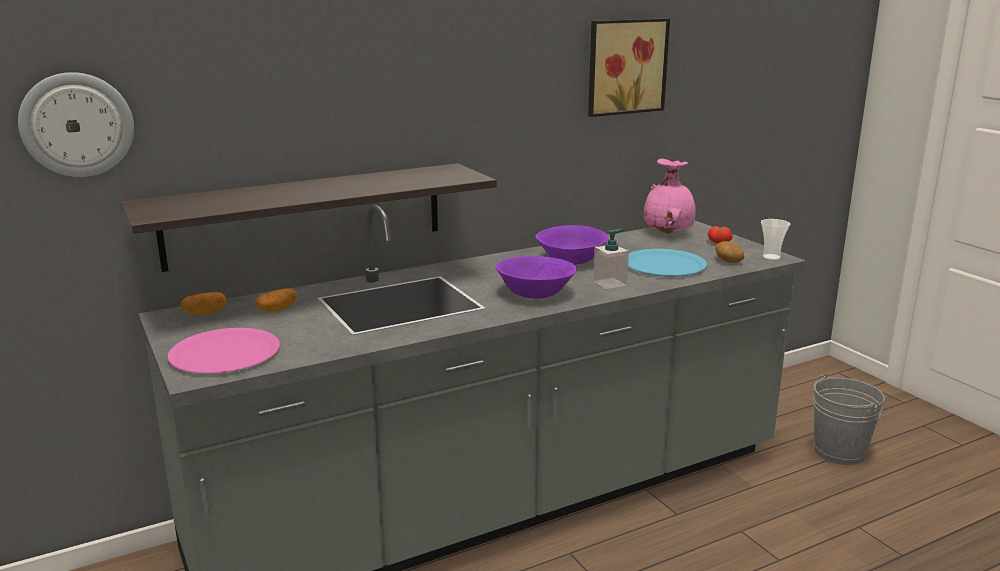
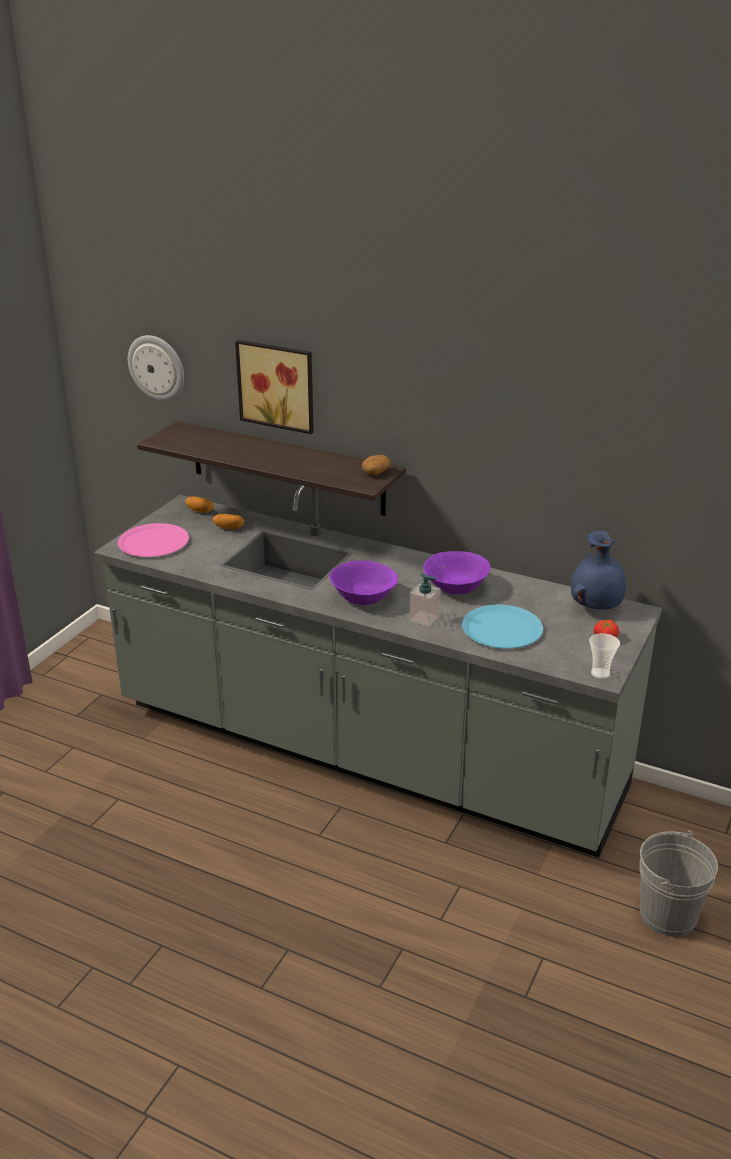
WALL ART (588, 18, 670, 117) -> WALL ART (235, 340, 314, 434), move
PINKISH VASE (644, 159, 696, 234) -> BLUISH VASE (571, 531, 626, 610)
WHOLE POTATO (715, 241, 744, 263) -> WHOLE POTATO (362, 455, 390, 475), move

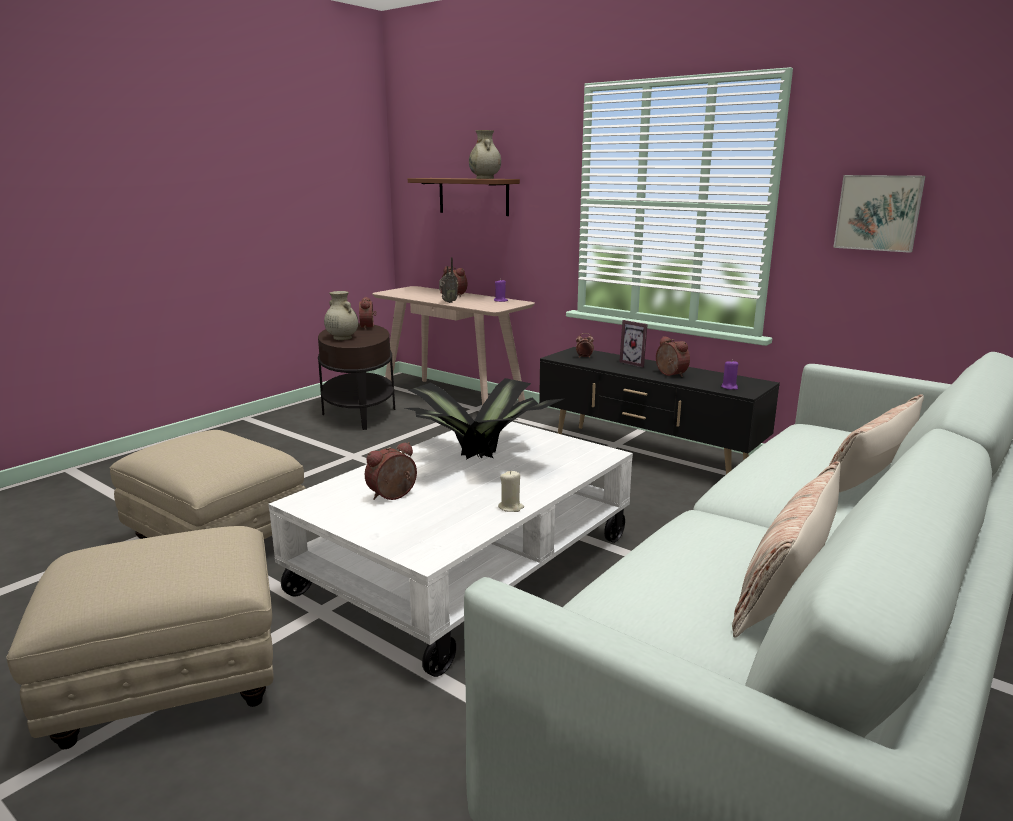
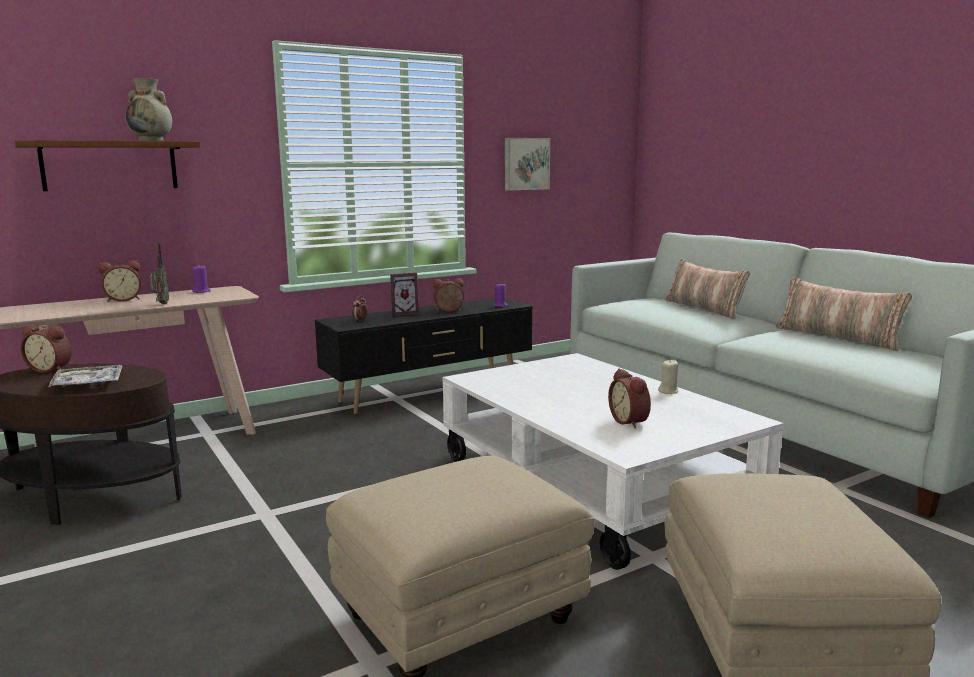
BEIGE-COLOURED VASE (324, 291, 358, 340) -> CARRYING TRAY (48, 365, 123, 387)
POTTED PLANT (405, 378, 563, 459) -> none

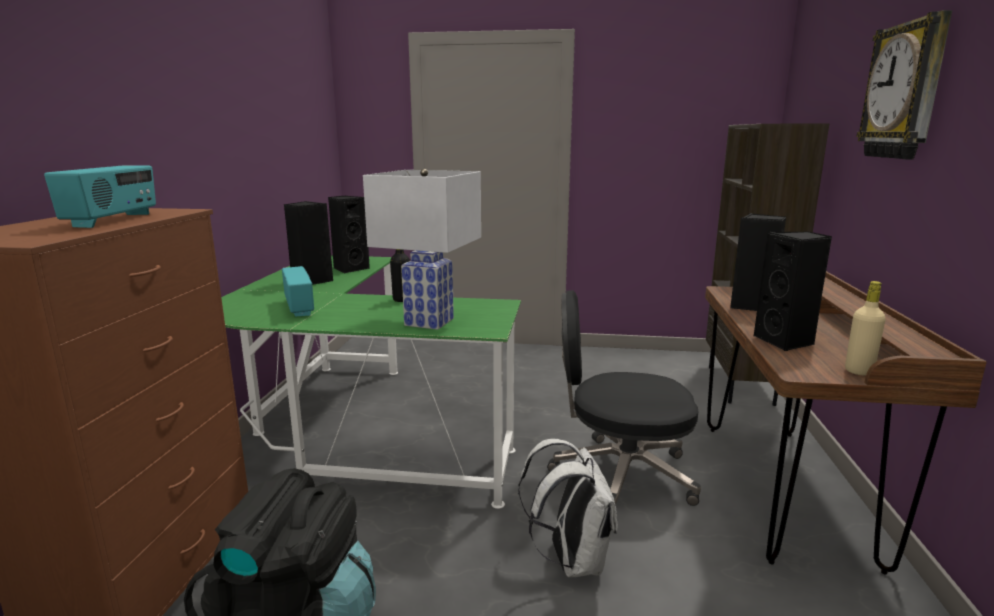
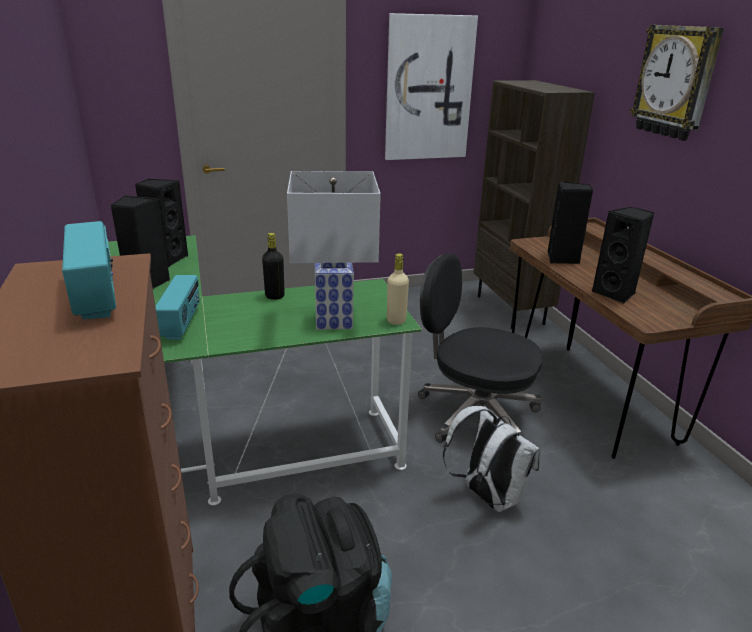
RADIO RECEIVER (282, 266, 314, 317) -> RADIO RECEIVER (155, 275, 200, 340), 45 degrees clockwise
BLACK COMPUTER CHAIR (547, 290, 701, 506) -> BLACK COMPUTER CHAIR (418, 253, 543, 443), 45 degrees clockwise
BEIGE-COLOURED BOTTLE (845, 281, 886, 375) -> BEIGE-COLOURED BOTTLE (387, 253, 409, 325), move
none -> WALL ART (385, 13, 478, 160)

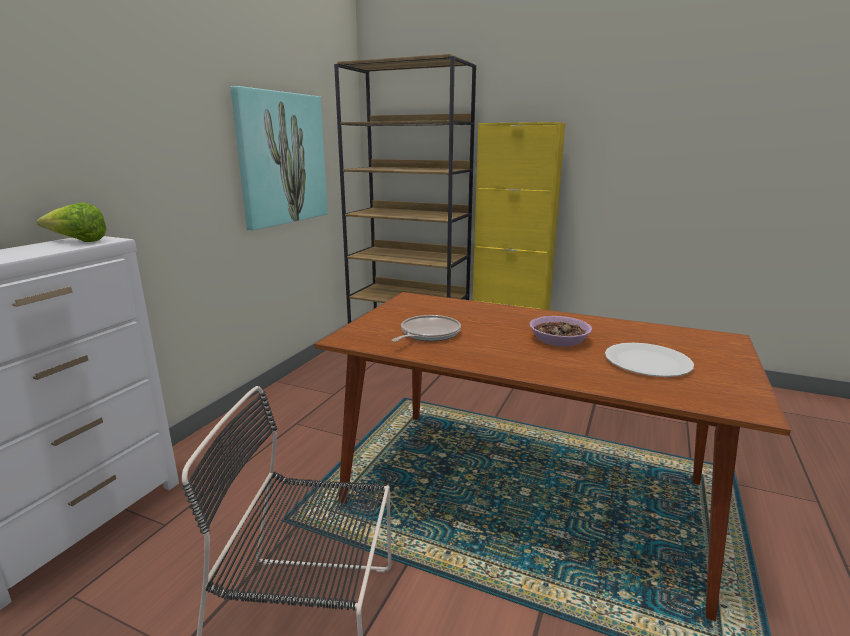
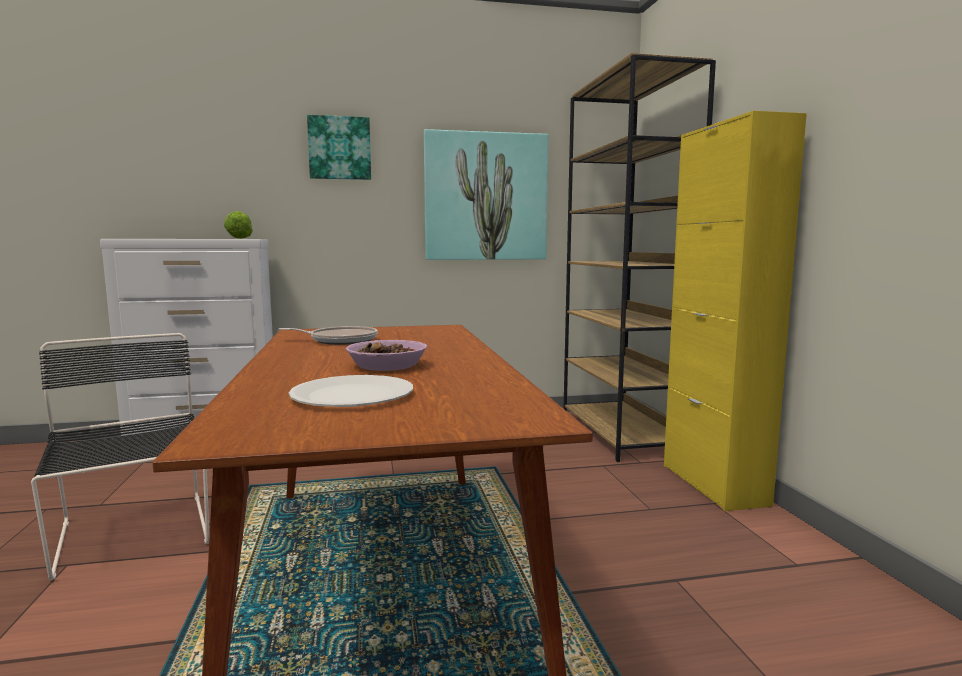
none -> WALL ART (307, 115, 371, 180)

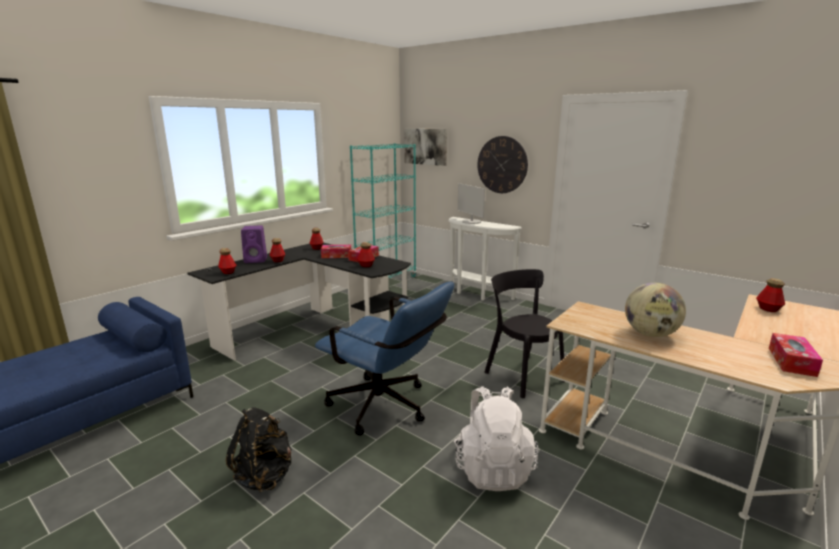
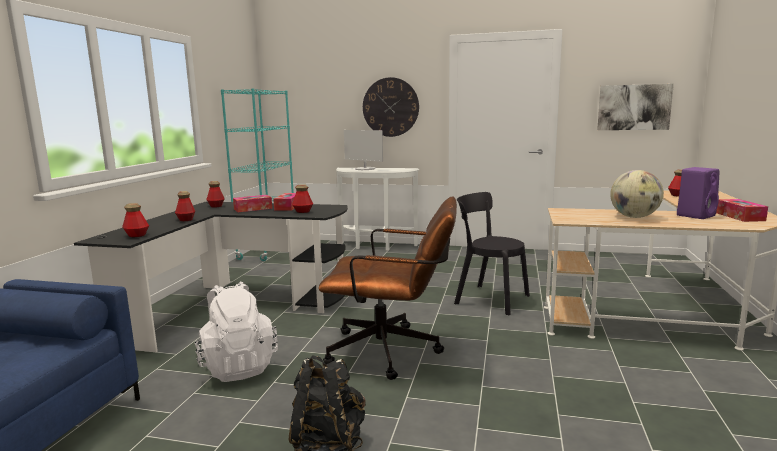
PURPLE-COLOURED SPEAKER (241, 225, 267, 263) -> PURPLE-COLOURED SPEAKER (677, 167, 719, 219), move
BLUISH COMPUTER CHAIR (315, 282, 454, 436) -> BROWNISH COMPUTER CHAIR (319, 196, 457, 380)
WALL ART (404, 129, 447, 166) -> WALL ART (597, 84, 674, 130), move
WHITE BACKPACK (454, 386, 538, 491) -> WHITE BACKPACK (195, 282, 278, 382), move

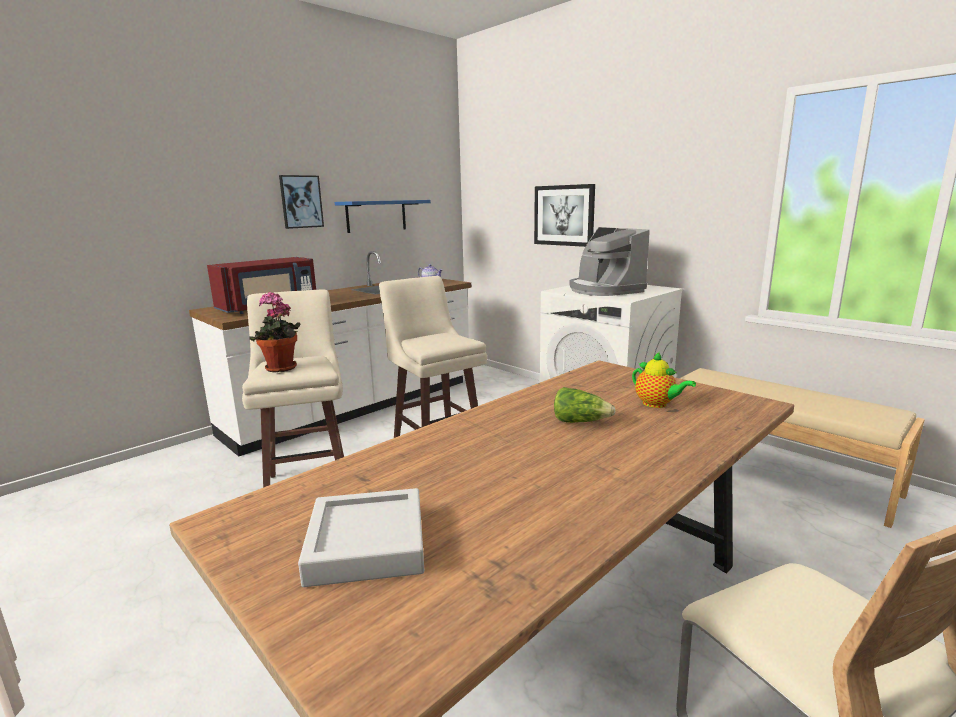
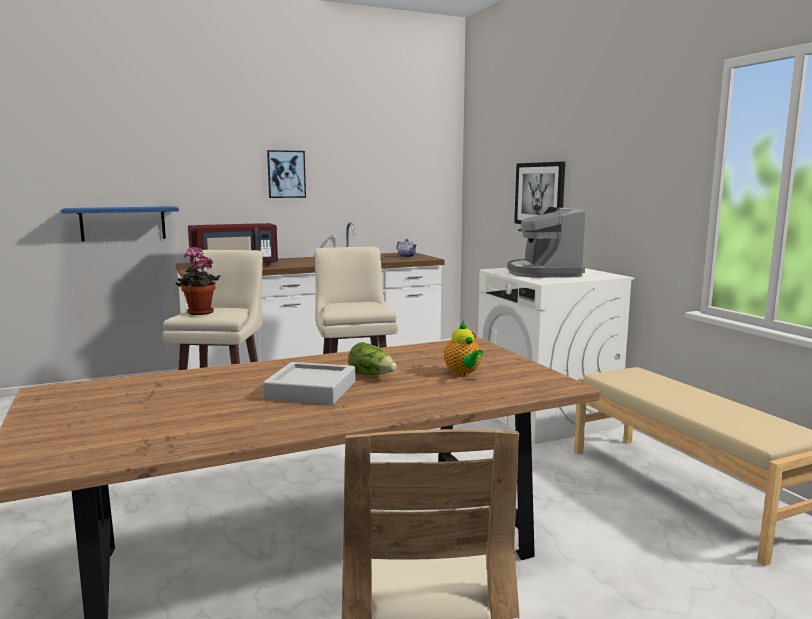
GREYISH CARRYING TRAY (298, 488, 424, 587) -> GREYISH CARRYING TRAY (263, 362, 355, 405), move
BLUISH SHELF (335, 200, 431, 233) -> BLUISH SHELF (61, 206, 179, 242), move

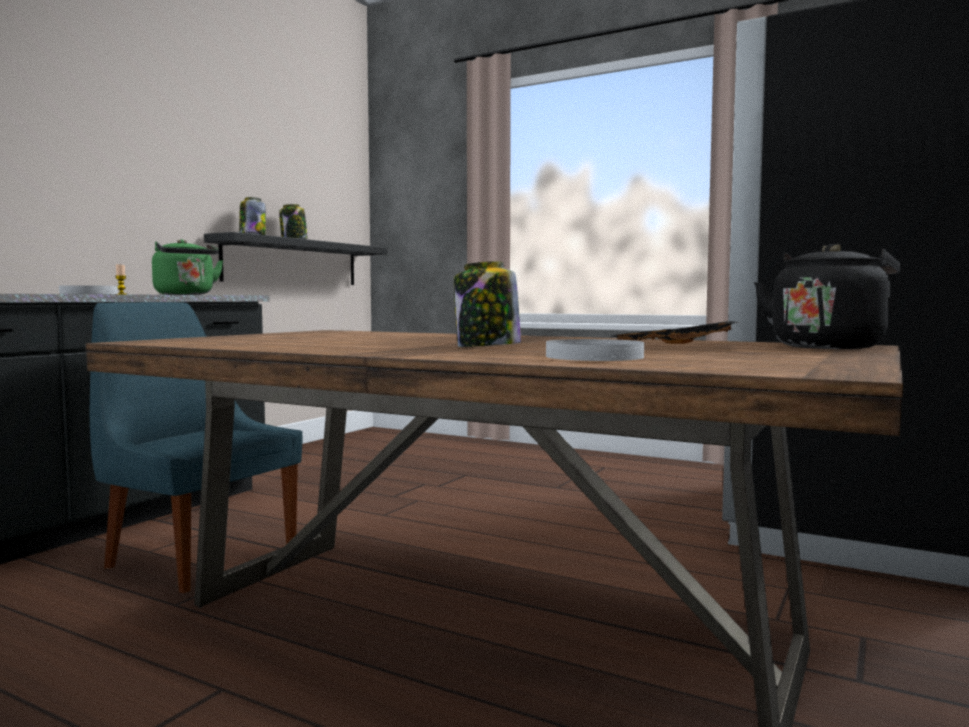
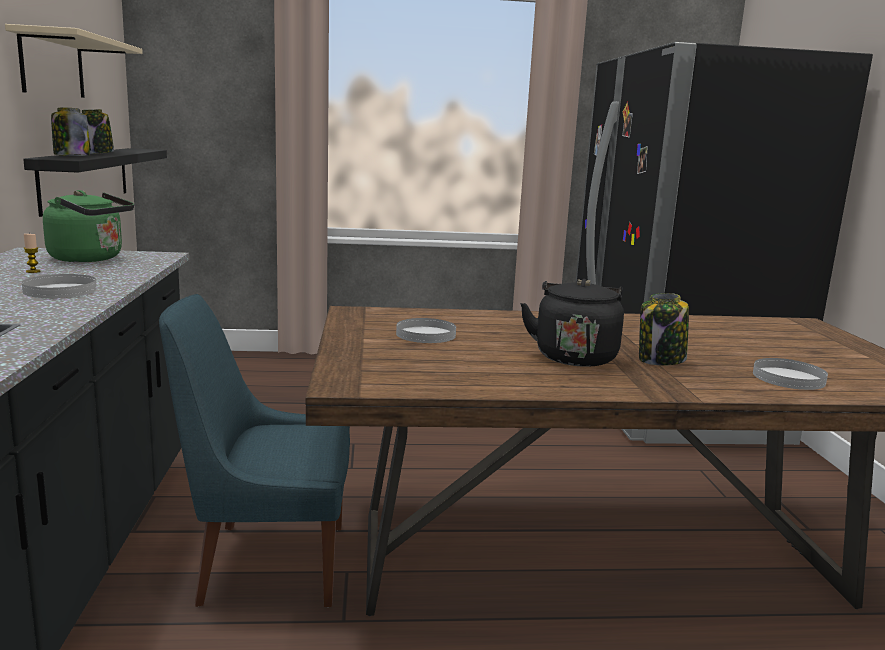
BLACK CARRYING TRAY (611, 321, 738, 344) -> none
BLACK KETTLE (754, 244, 901, 349) -> BLACK KETTLE (520, 279, 624, 367), move
none -> BEIGE-COLOURED SHELF (5, 24, 143, 98)
none -> WHITE DINNER PLATE (396, 318, 456, 343)

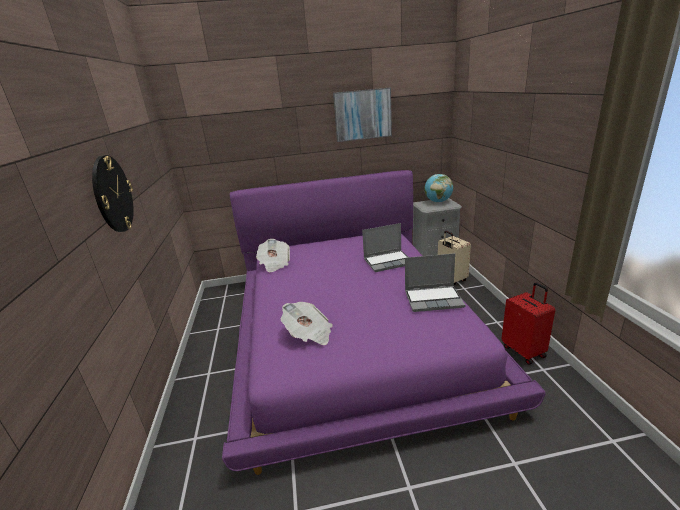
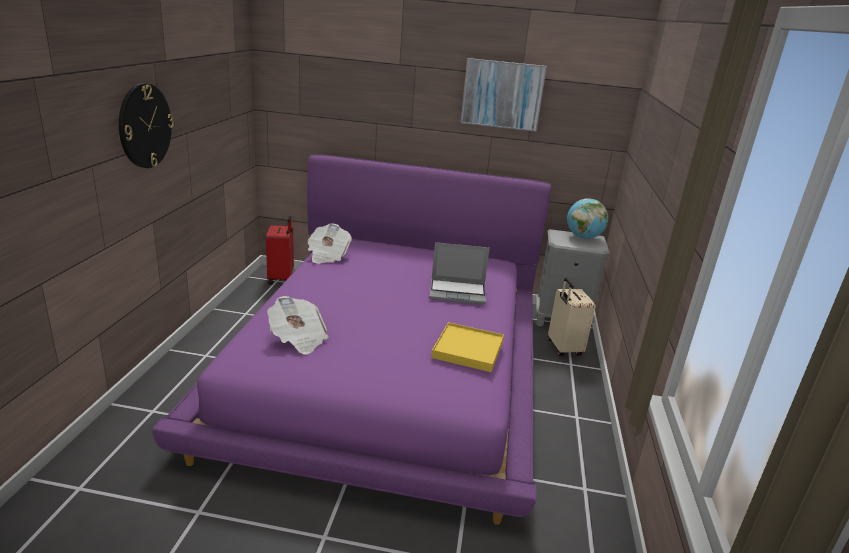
PORTABLE COMPUTER (405, 253, 465, 312) -> YELLOW-COLOURED CARRYING TRAY (431, 322, 504, 372)
RED PIECE OF LUGGAGE (501, 282, 555, 364) -> RED PIECE OF LUGGAGE (266, 215, 294, 285), move

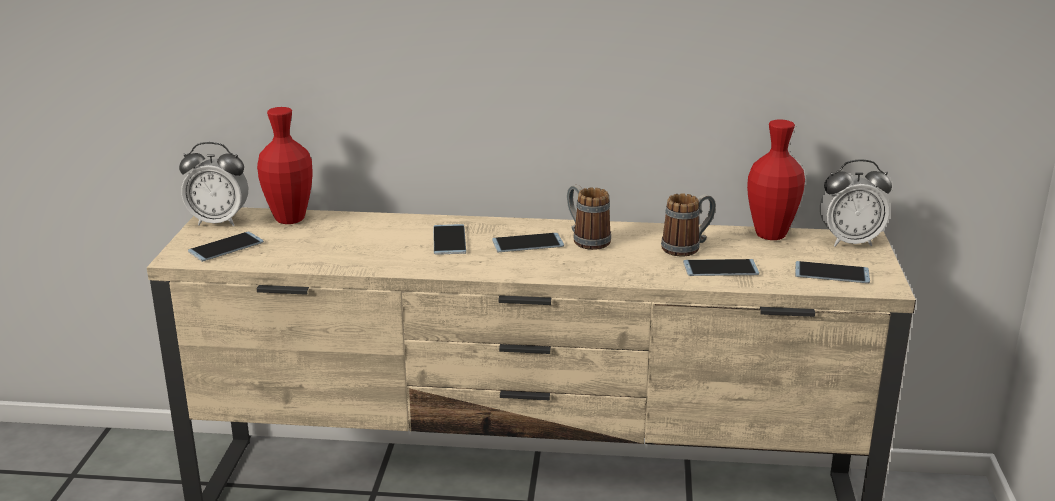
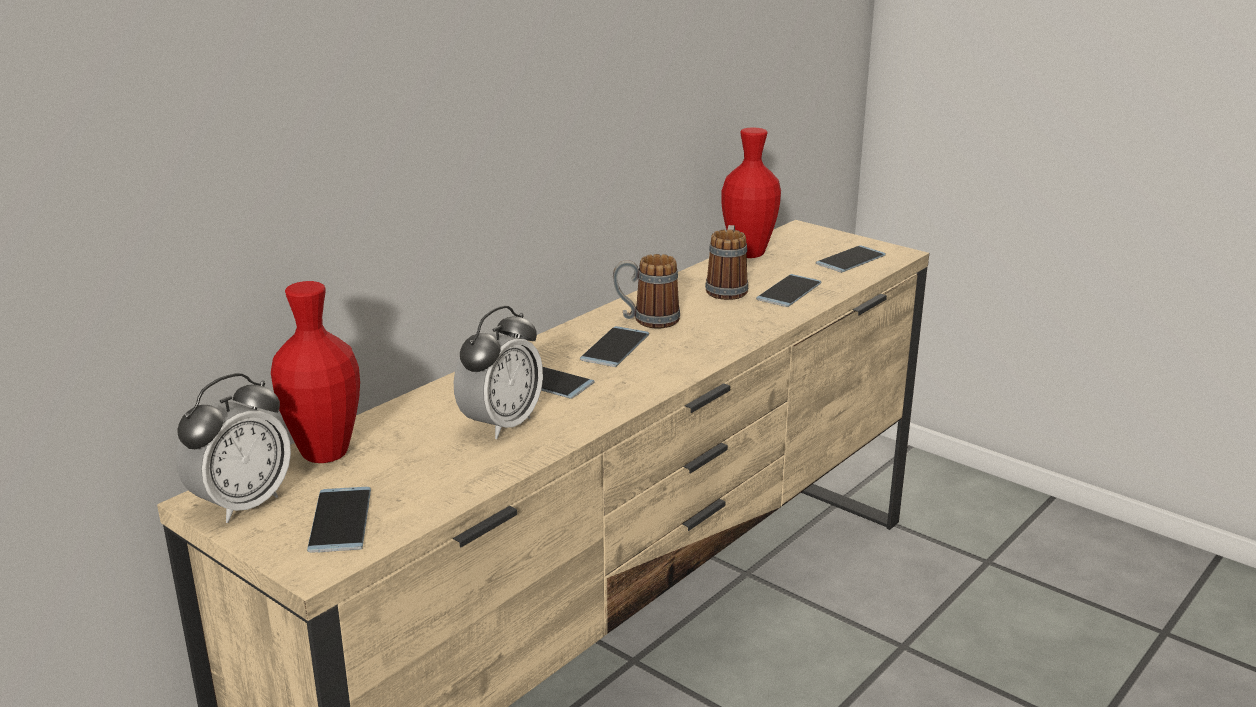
ALARM CLOCK (820, 159, 892, 246) -> ALARM CLOCK (454, 306, 543, 439), move

